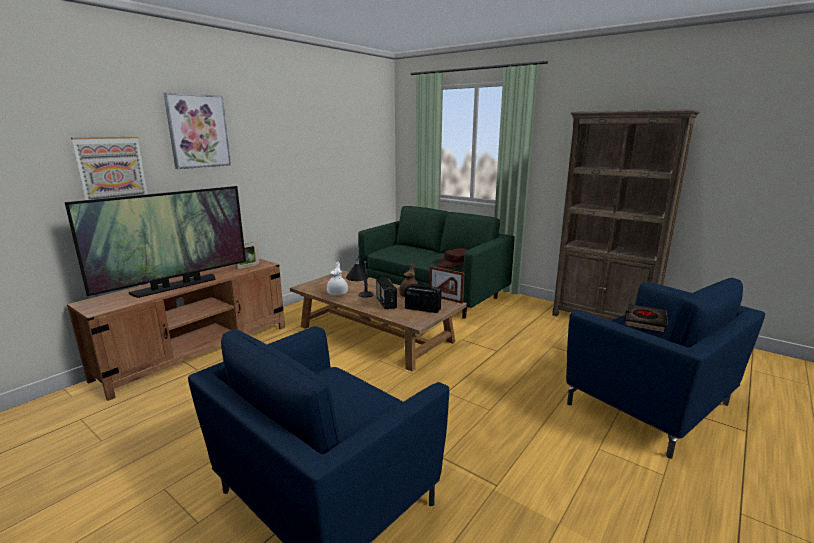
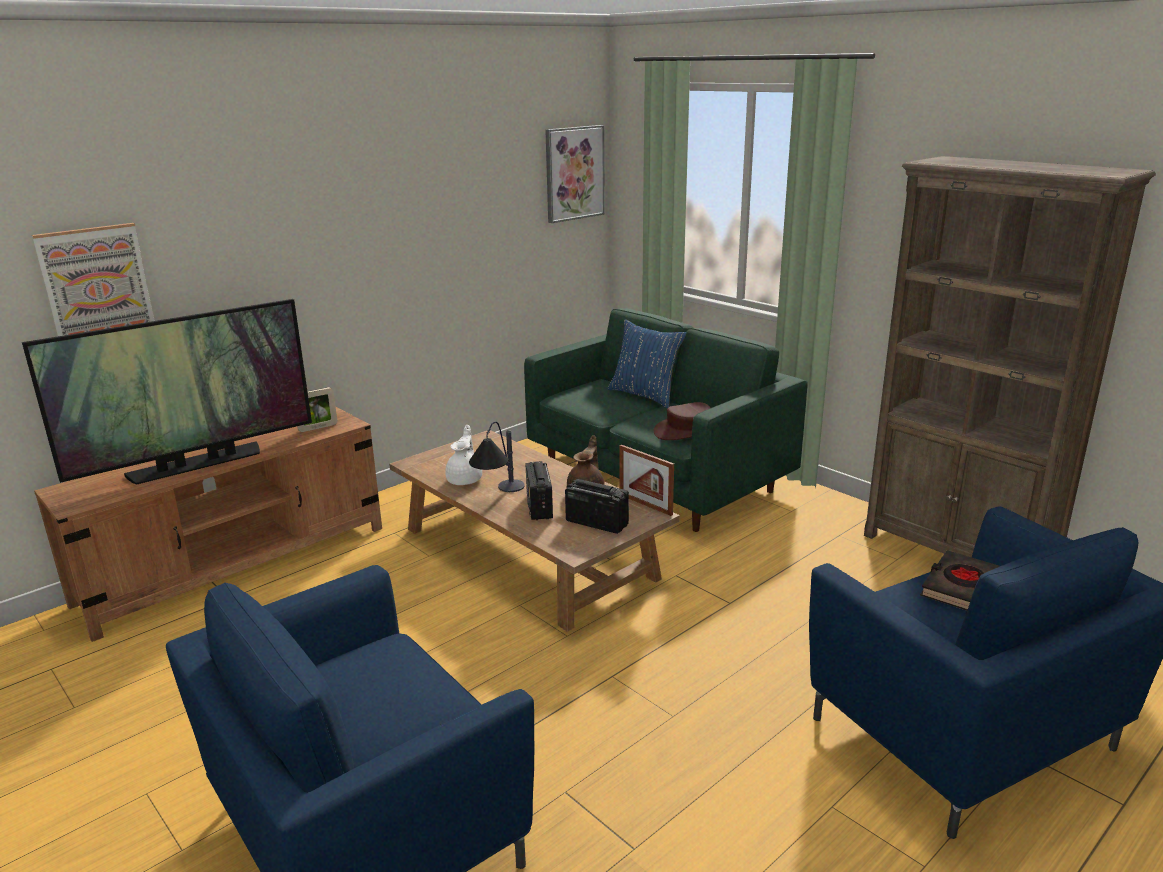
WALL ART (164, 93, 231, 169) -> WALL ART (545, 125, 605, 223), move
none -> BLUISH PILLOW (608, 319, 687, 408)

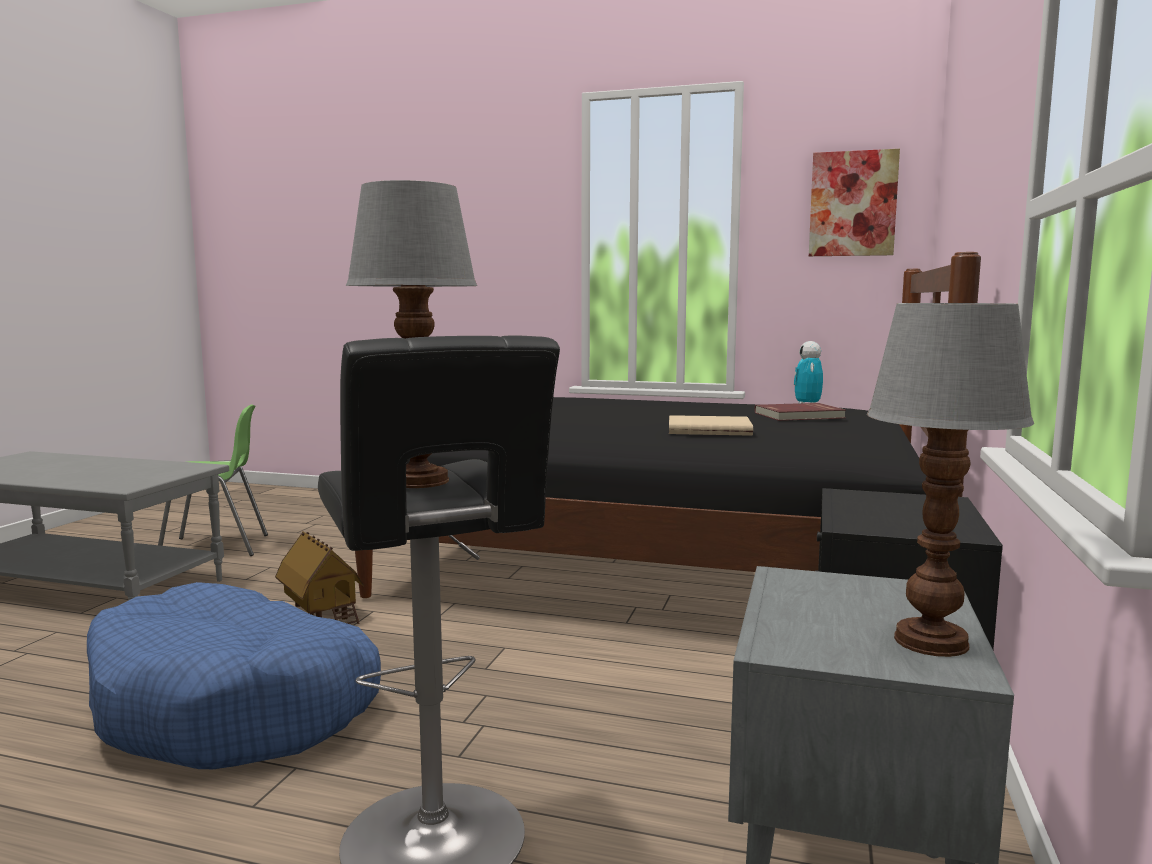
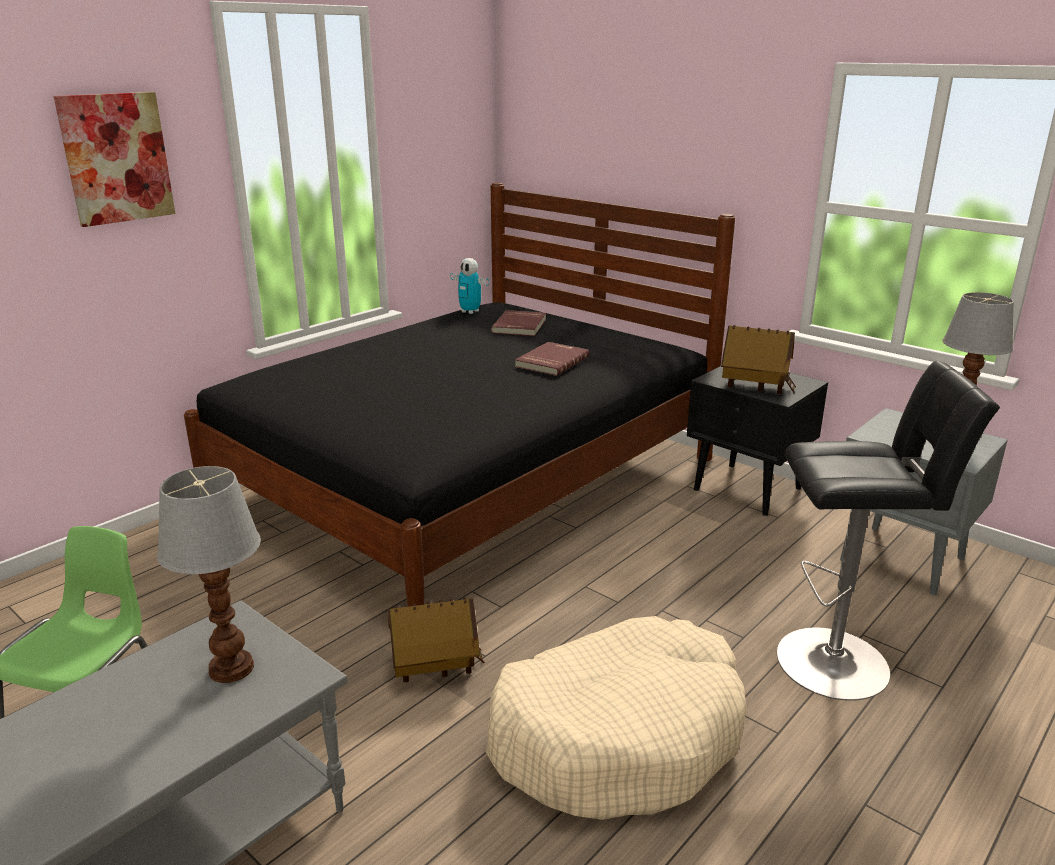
BLUISH DOG CUSHION (87, 582, 381, 769) -> BEIGE-COLOURED DOG CUSHION (486, 616, 747, 820)
TABLETOP LAMP (346, 180, 477, 488) -> TABLETOP LAMP (157, 466, 261, 683), move
BEIGE-COLOURED BOUND BOOK (669, 415, 753, 436) -> RED BOUND BOOK (515, 342, 590, 376)
WALL ART (809, 149, 900, 256) -> WALL ART (54, 92, 176, 227), move
none -> MINIATURE HOUSE (721, 325, 796, 394)

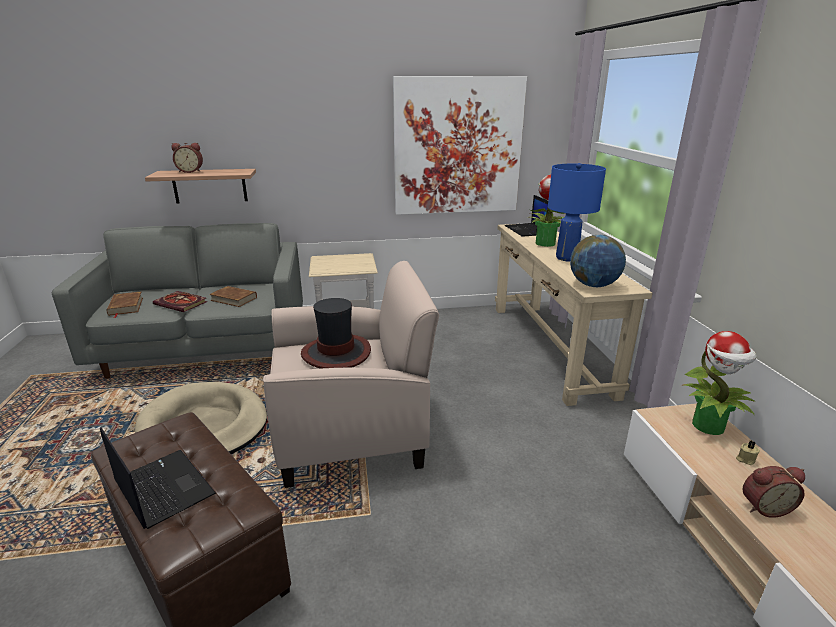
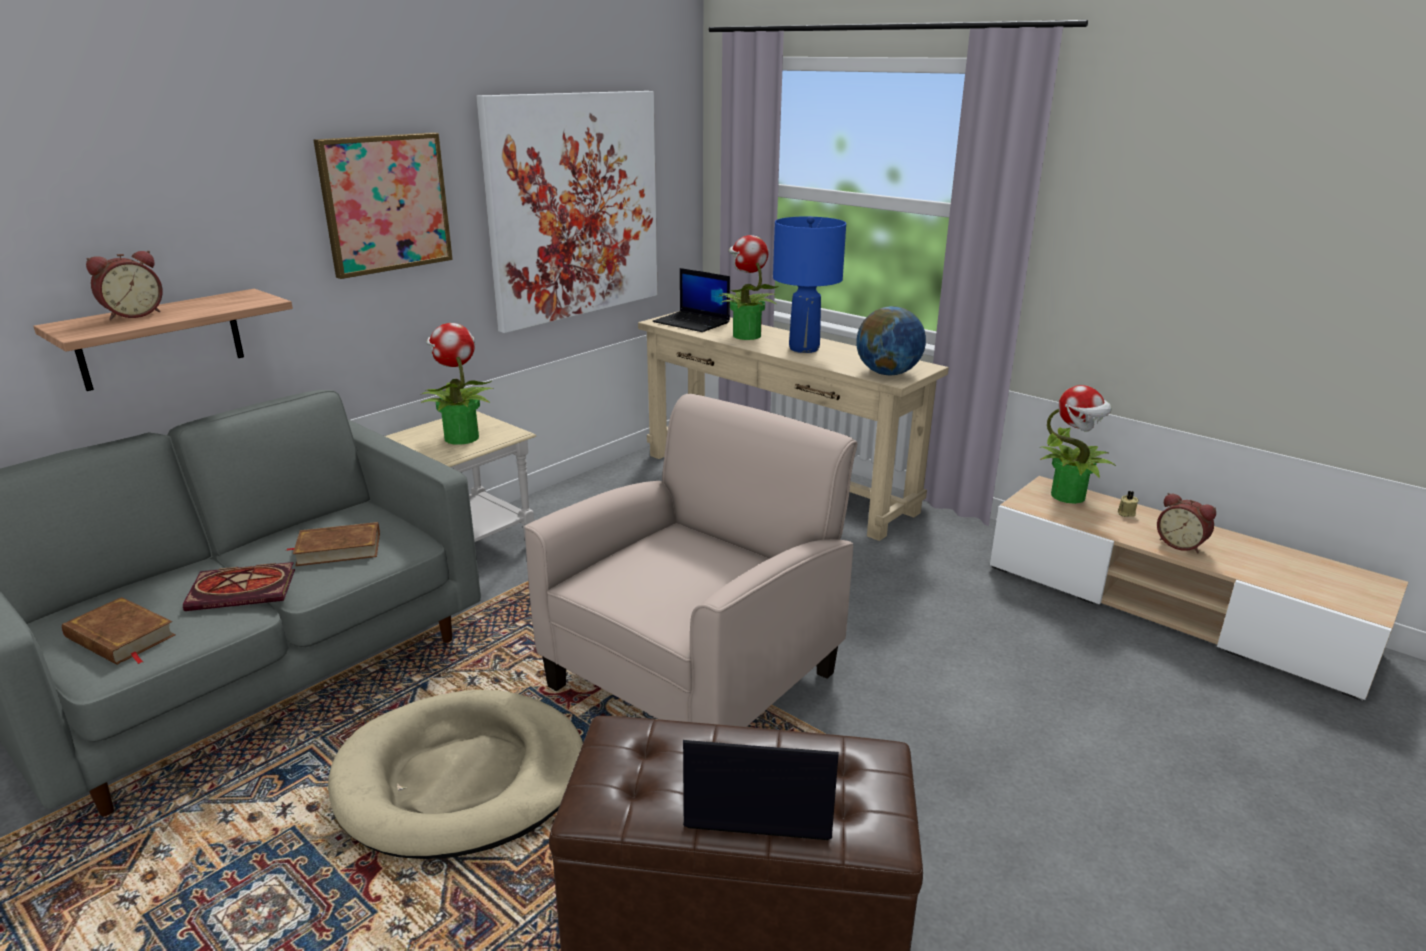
HAT (301, 298, 371, 369) -> none
ALARM CLOCK (743, 466, 805, 518) -> ALARM CLOCK (1157, 493, 1216, 553), 90 degrees clockwise
none -> WALL ART (313, 132, 453, 279)
none -> POTTED PLANT (420, 323, 493, 445)

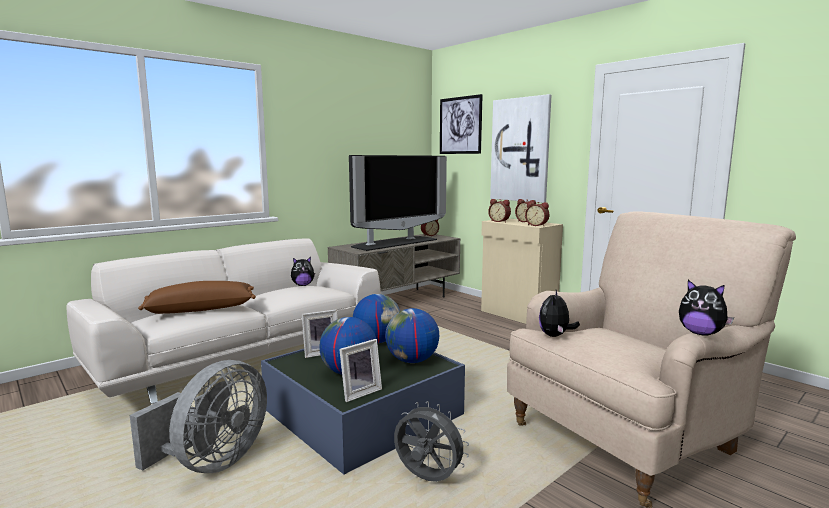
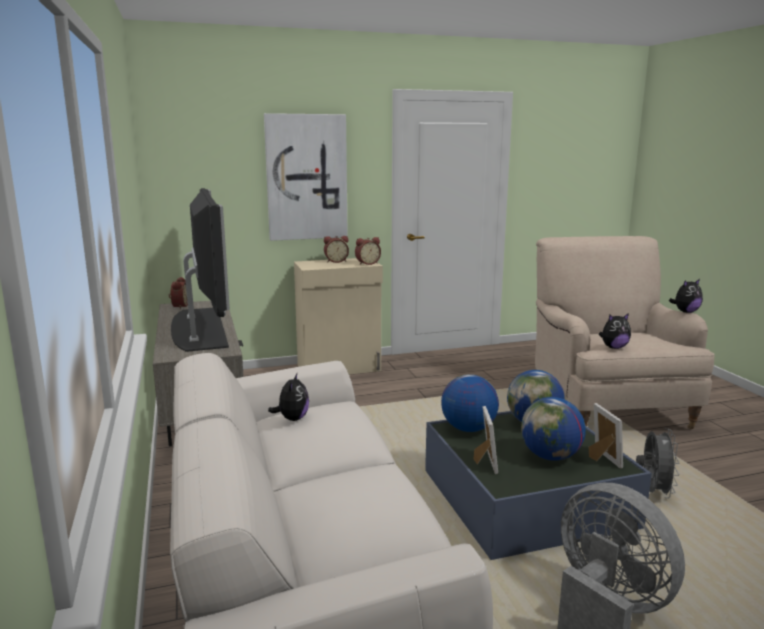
BROWNISH PILLOW (138, 281, 256, 314) -> none
GREYISH COOLING FAN (394, 401, 469, 482) -> GREYISH COOLING FAN (636, 428, 680, 498), 135 degrees clockwise
WALL ART (440, 94, 483, 154) -> none
ALARM CLOCK (488, 199, 511, 222) -> none
CUDDLY TOY (539, 290, 580, 337) -> CUDDLY TOY (599, 313, 631, 349), 60 degrees counterclockwise

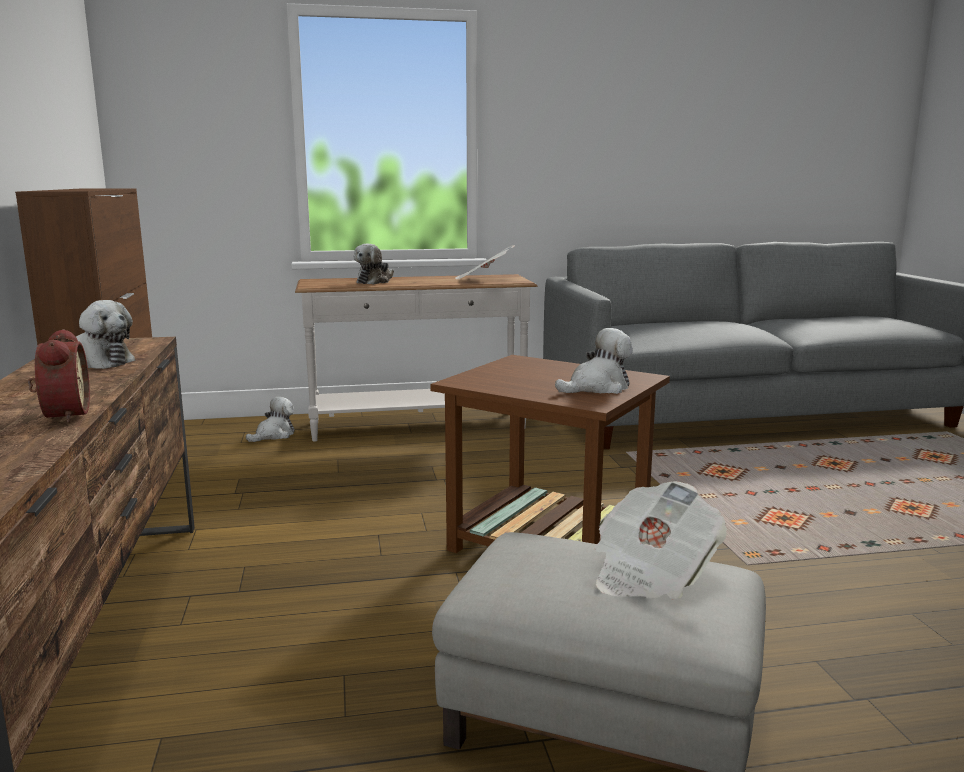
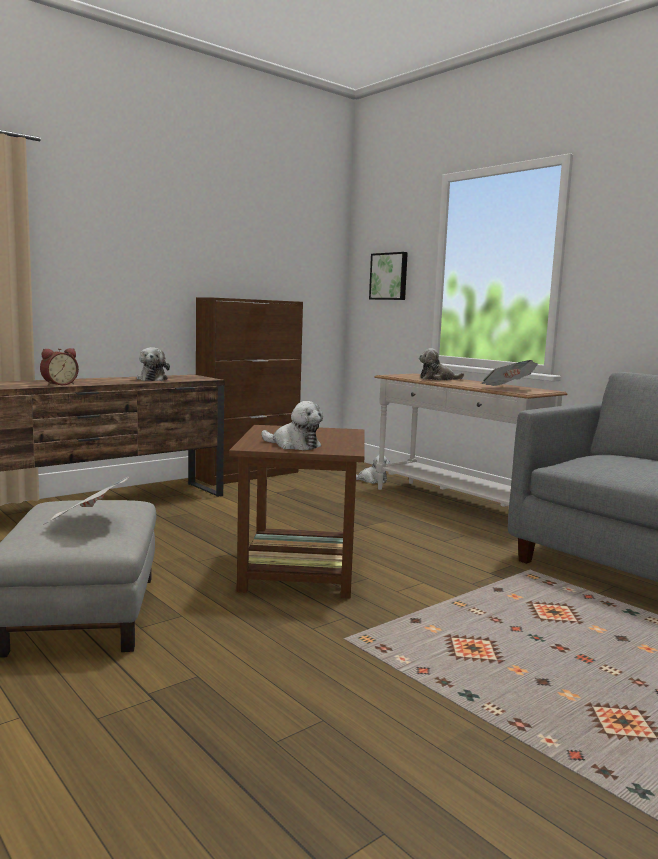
none -> WALL ART (369, 252, 408, 300)

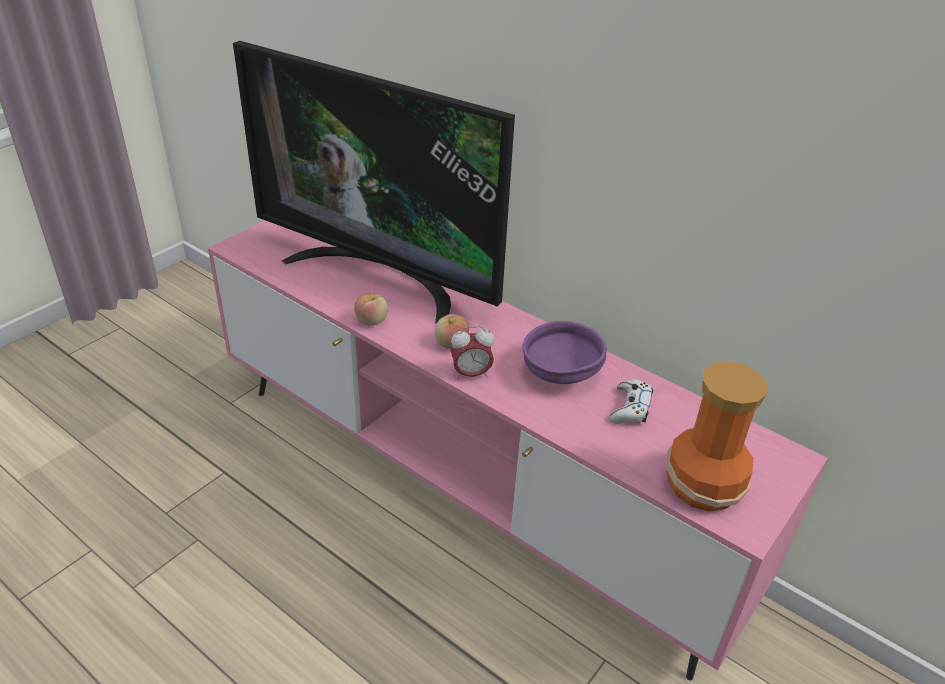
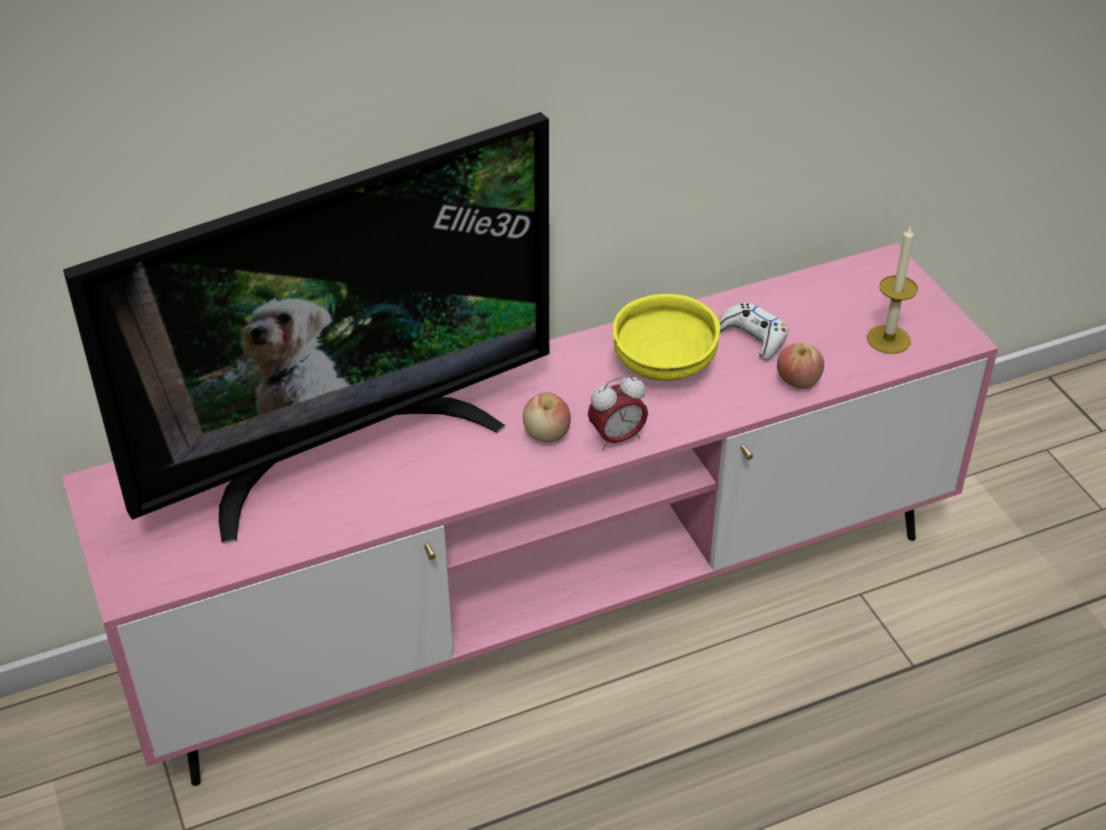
WHOLE APPLE (354, 293, 388, 326) -> WHOLE APPLE (777, 342, 824, 389), move
ALARM CLOCK (451, 326, 494, 380) -> ALARM CLOCK (588, 375, 648, 450), 45 degrees clockwise
PURPLE-COLOURED BOWL (523, 321, 607, 384) -> YELLOW-COLOURED BOWL (612, 294, 720, 381)
VASE (666, 361, 768, 512) -> CANDLE (867, 225, 918, 354)

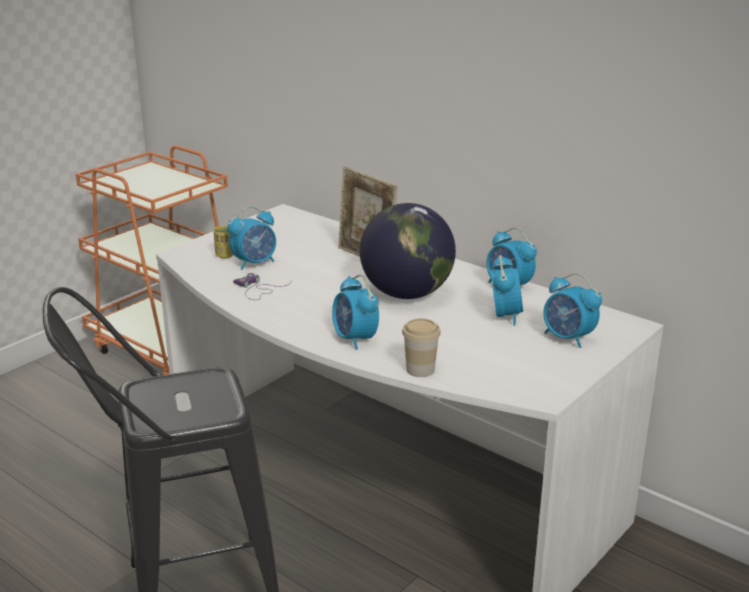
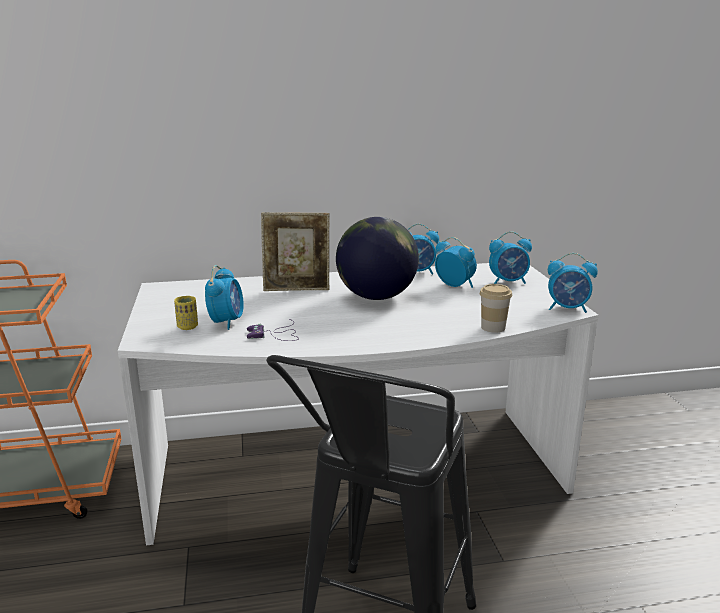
ALARM CLOCK (332, 275, 379, 350) -> ALARM CLOCK (548, 253, 598, 313), move

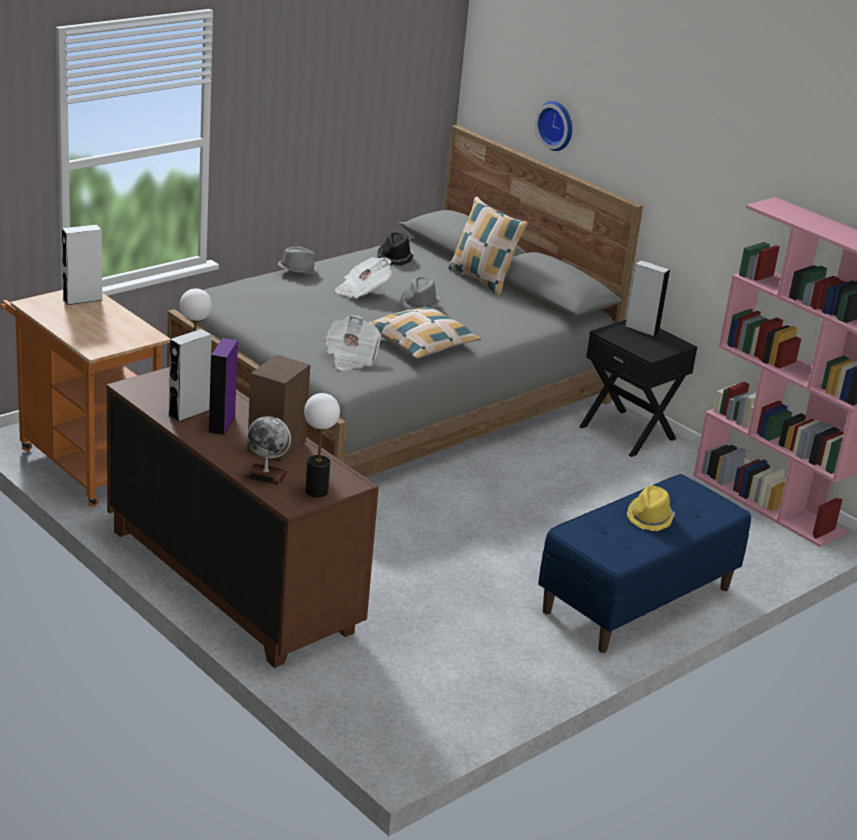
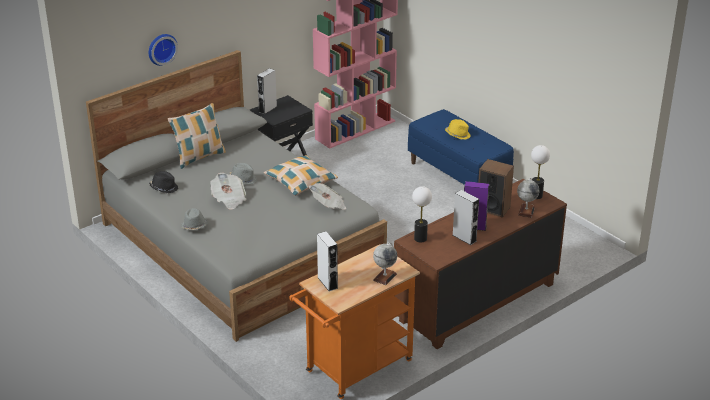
none -> GLOBE (373, 242, 397, 285)

